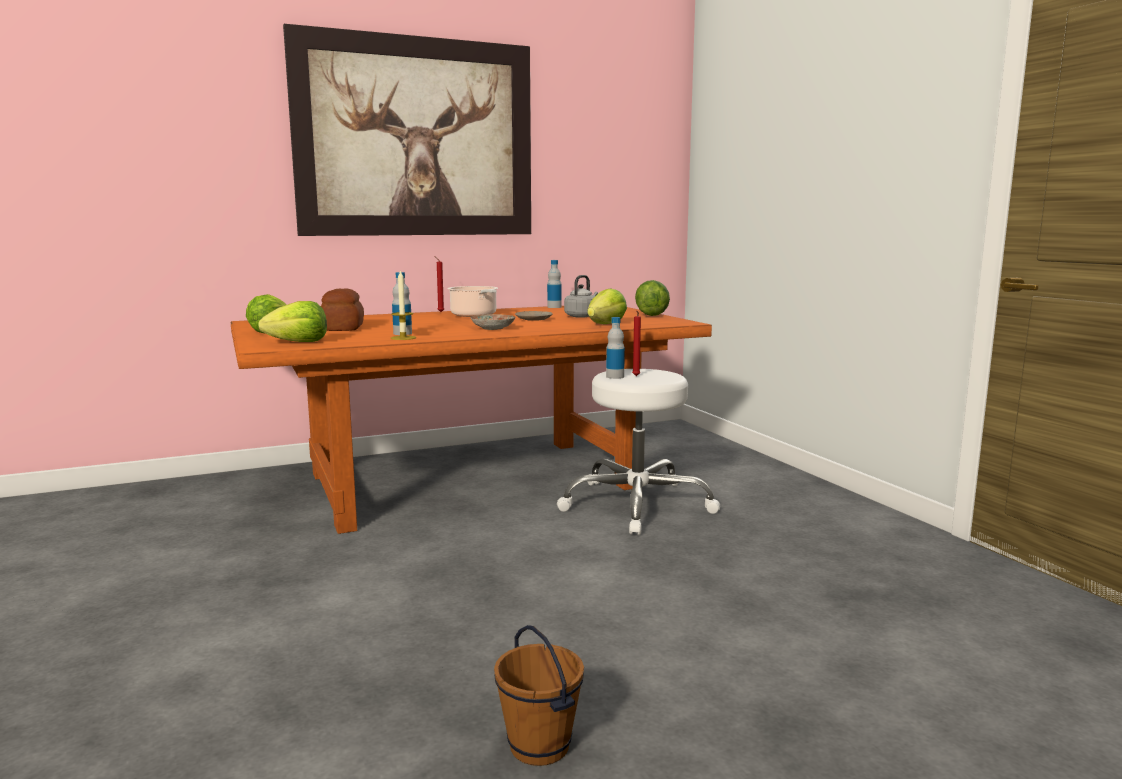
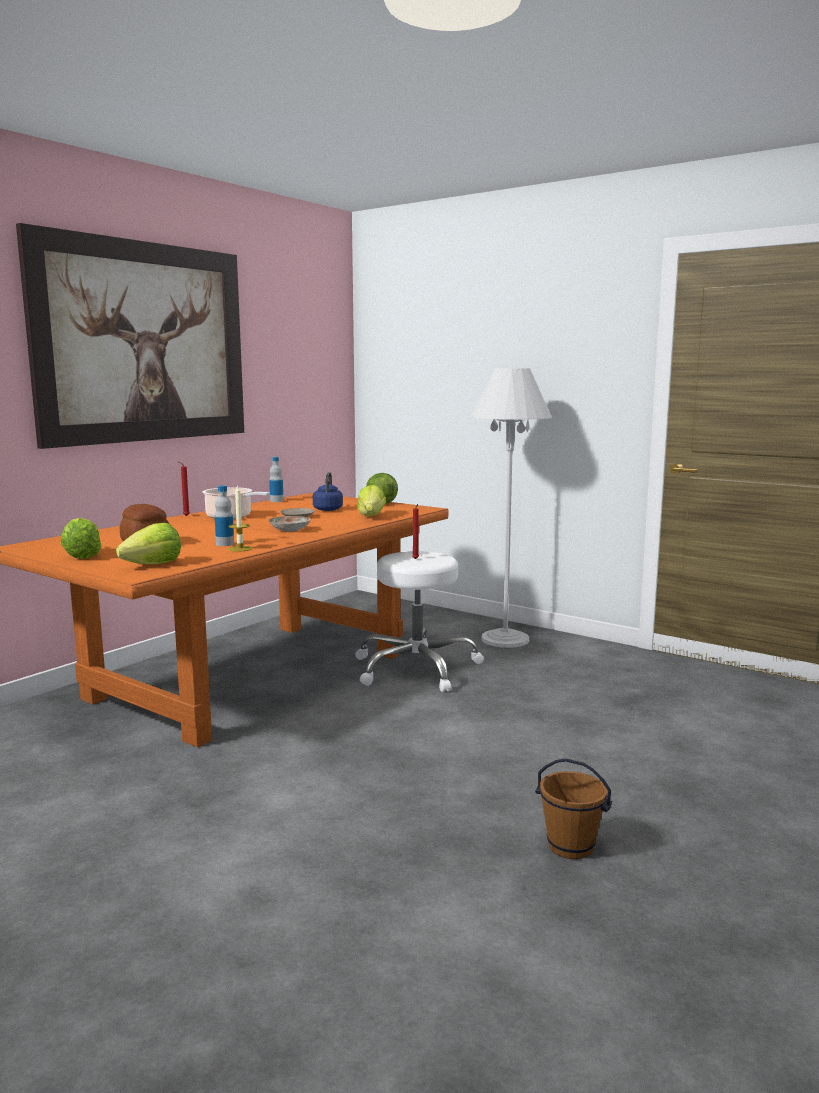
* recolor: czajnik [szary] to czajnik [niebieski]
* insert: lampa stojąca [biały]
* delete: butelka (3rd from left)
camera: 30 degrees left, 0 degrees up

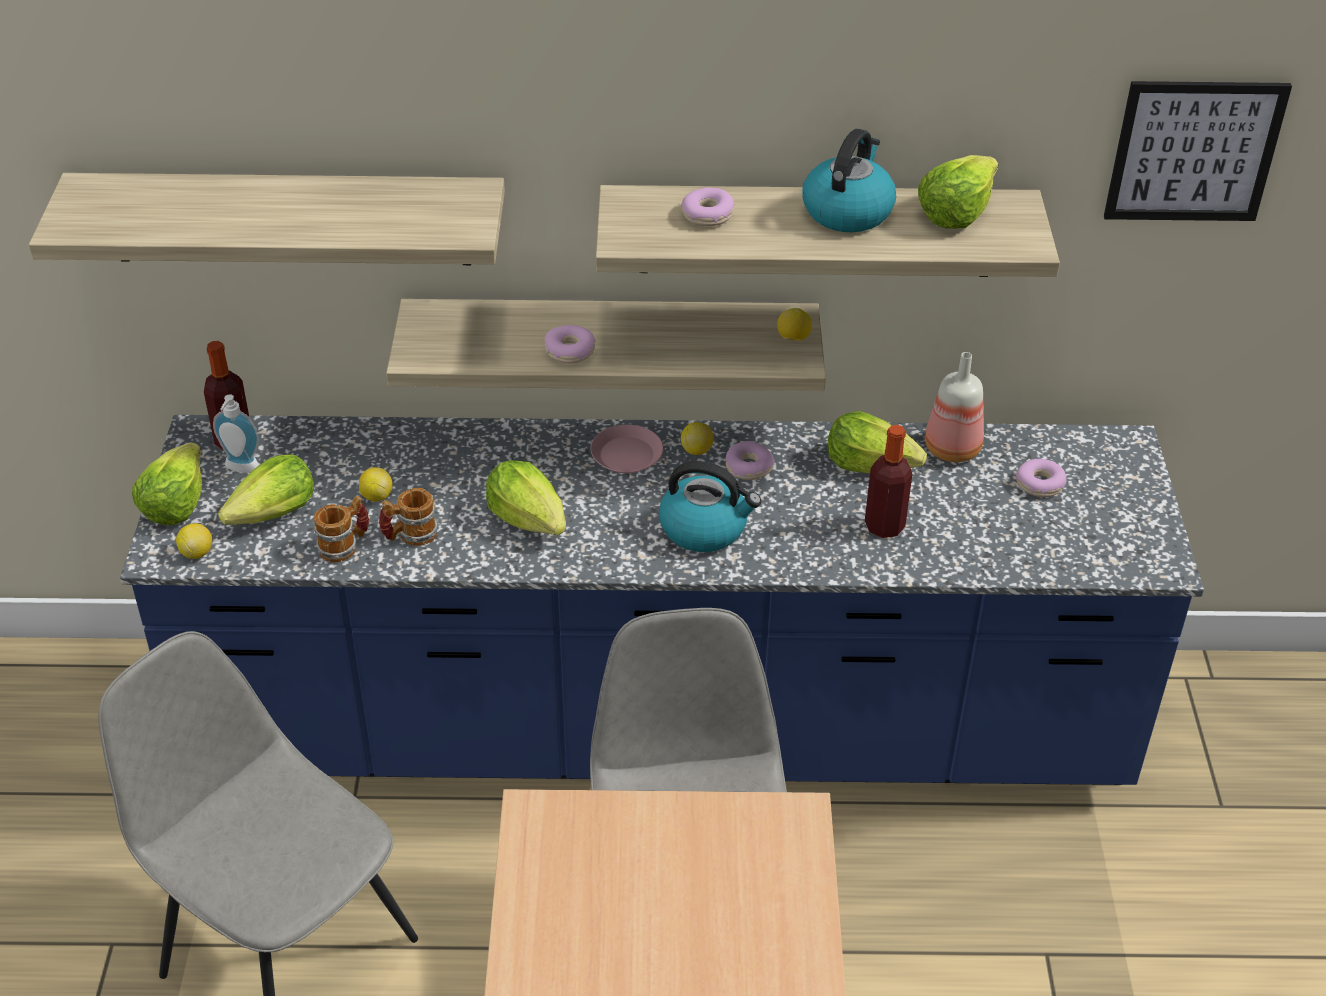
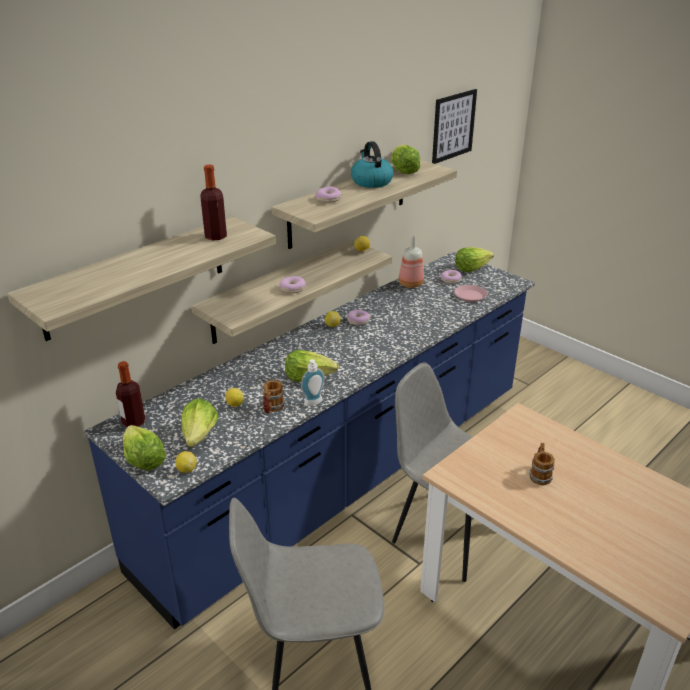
* move: butelka (2nd from left)
* move: dozownik mydła
* move: talerz [różowy]
* move: sałata (4th from left in the first image) to sałata (5th from left)
* move: kubek (1st from left in the first image) to kubek (2nd from left)
* delete: czajnik (1st from left)
camera: 45 degrees left, 10 degrees down

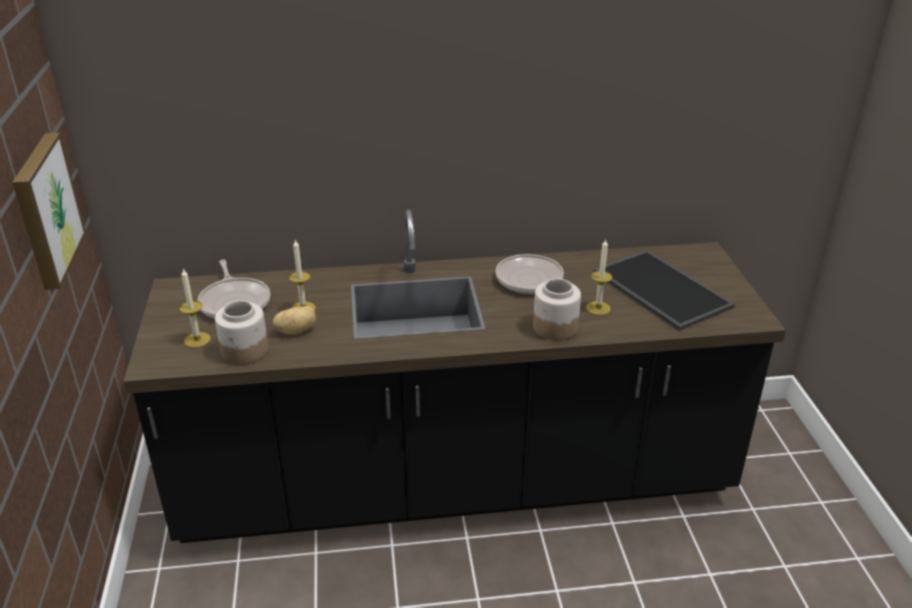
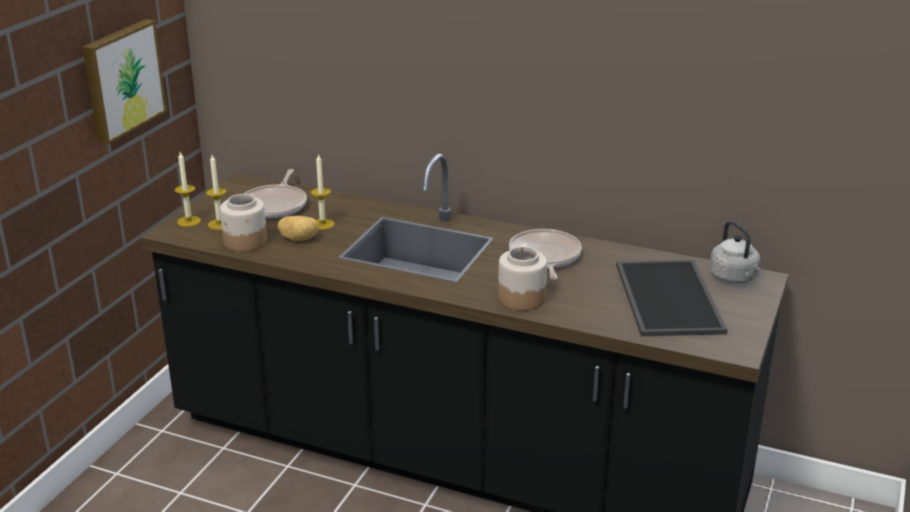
* move: świeca (3rd from left in the first image) to świeca (1st from left)
* insert: czajnik [szary]
camera: 30 degrees right, 5 degrees down

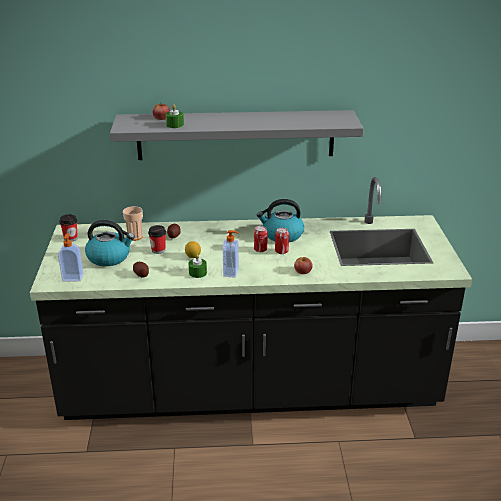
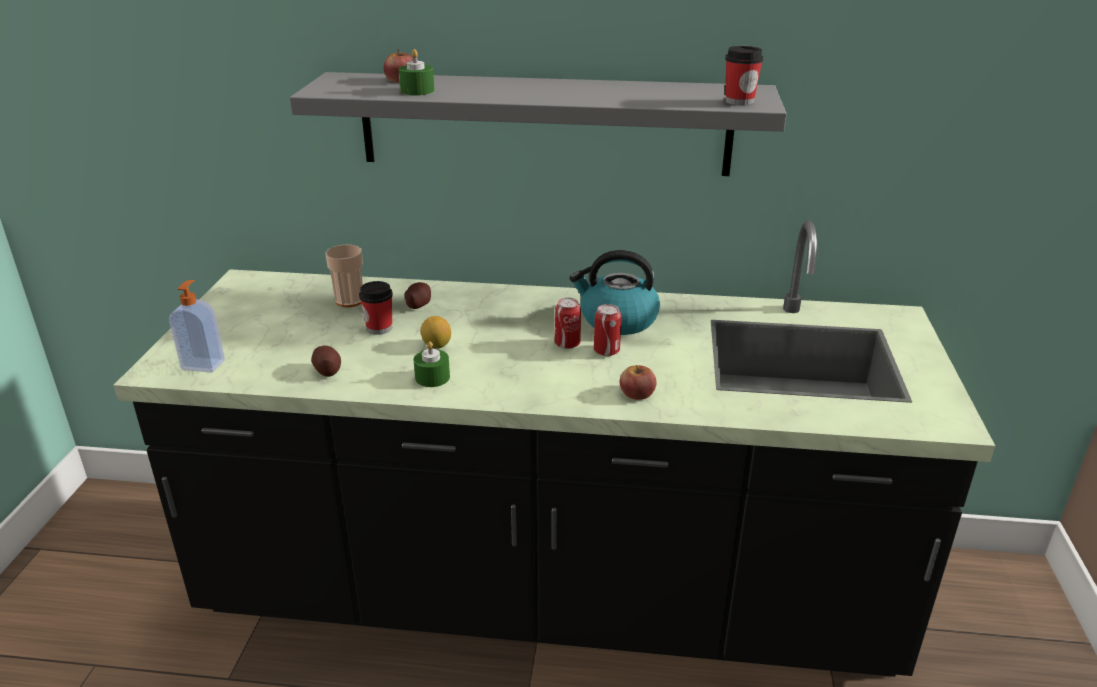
* move: filiżanka (1st from left in the first image) to filiżanka (3rd from left)
* delete: czajnik (1st from left)
* delete: dozownik mydła (2nd from left)
camera: 10 degrees right, 0 degrees up

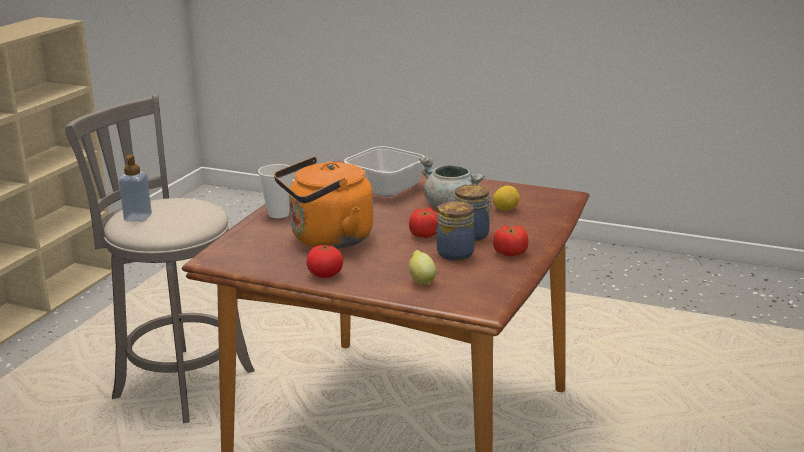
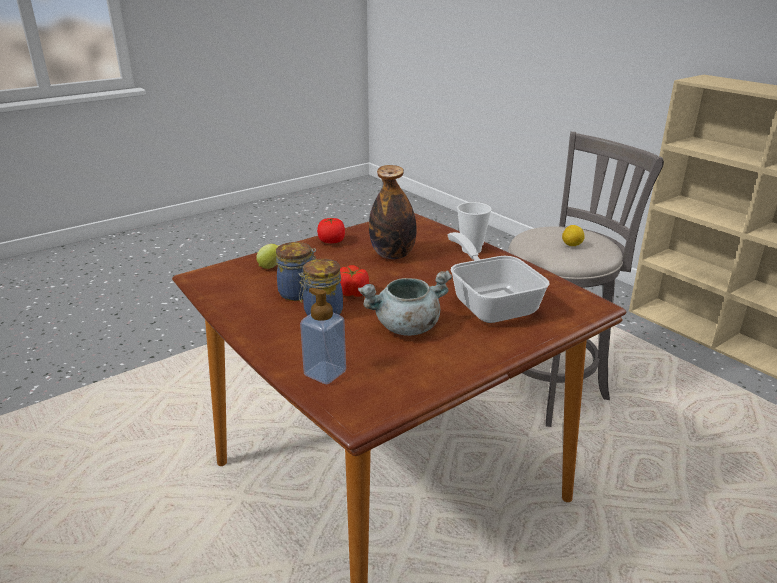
* move: dozownik mydła
* replace: czajnik [pomarańczowy] to butelka
* move: cytryna (2nd from left)
* delete: pomidor (3rd from left)
camera: 120 degrees right, 5 degrees up

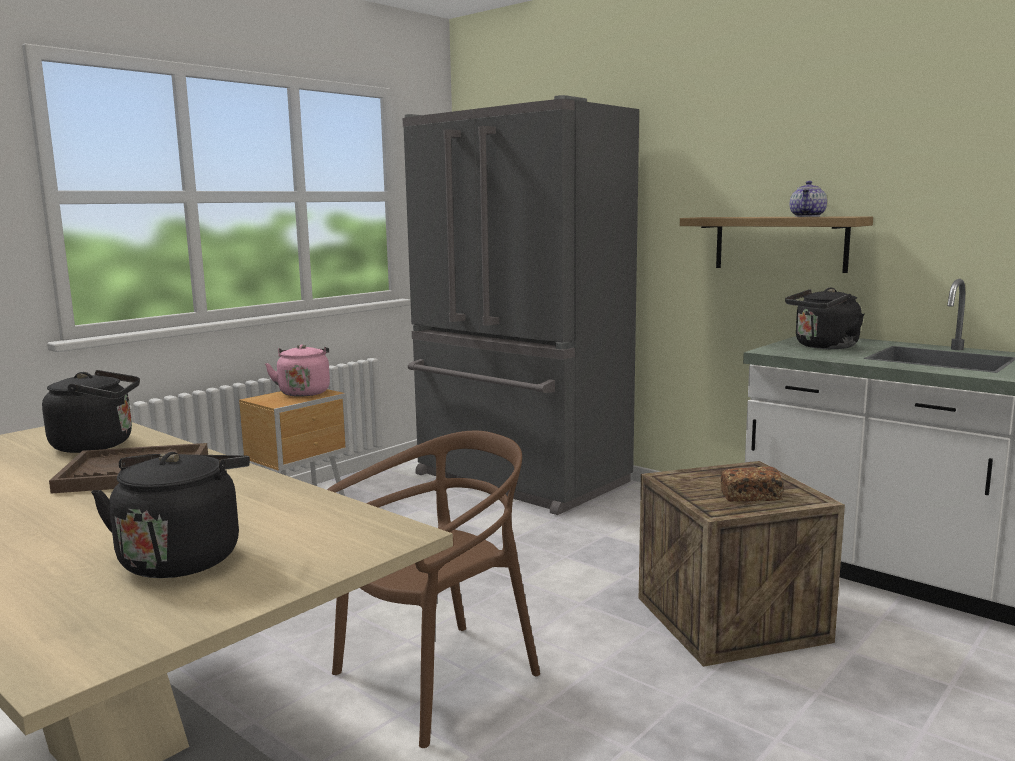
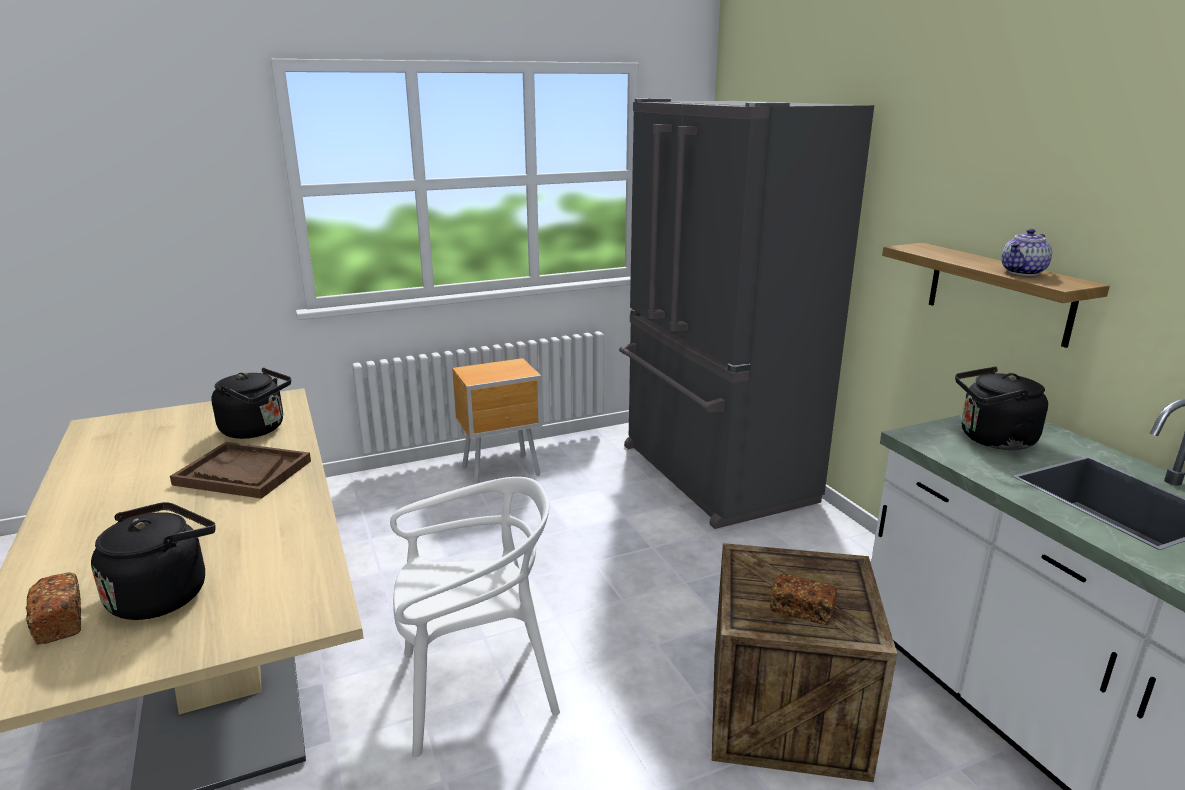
* insert: chleb (1st from left)
* recolor: krzesło [brązowy] to krzesło [biały]
* delete: czajnik [różowy]
camera: 25 degrees right, 10 degrees up

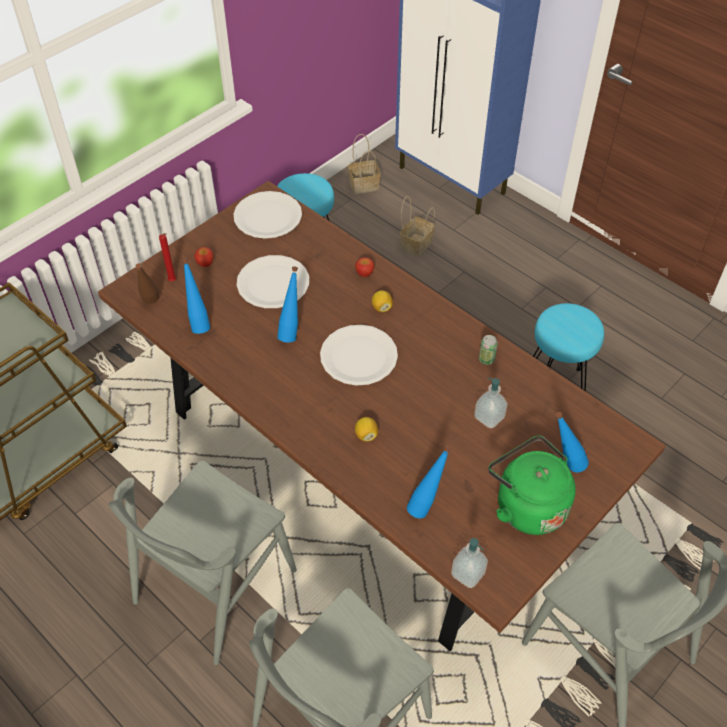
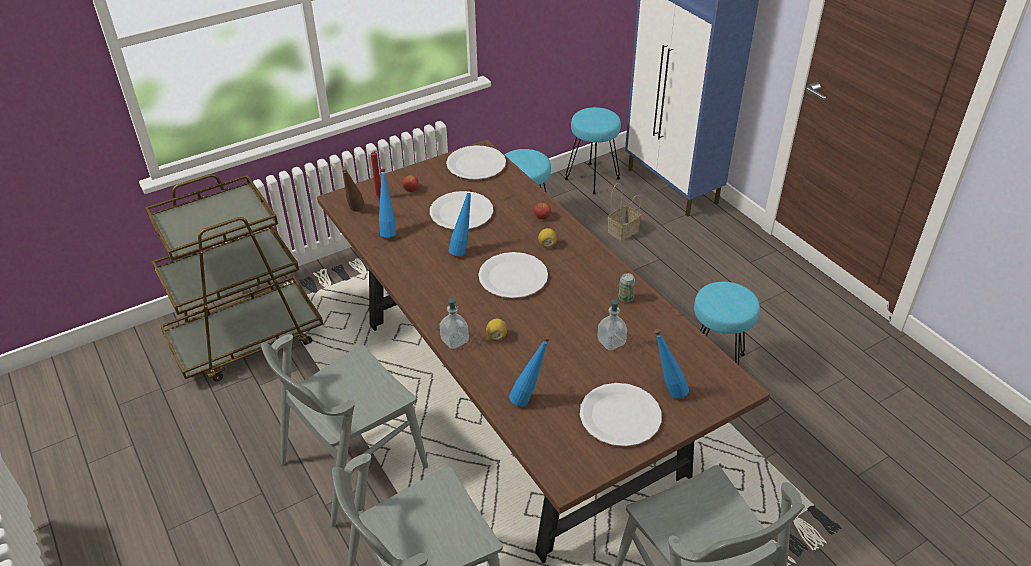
* move: dozownik mydła (1st from left)
* replace: koszyk (1st from left) to stołek [turkusowy] (2nd from left)
* replace: czajnik [zielony] to talerz [biały] (4th from left)
camera: 15 degrees right, 10 degrees down

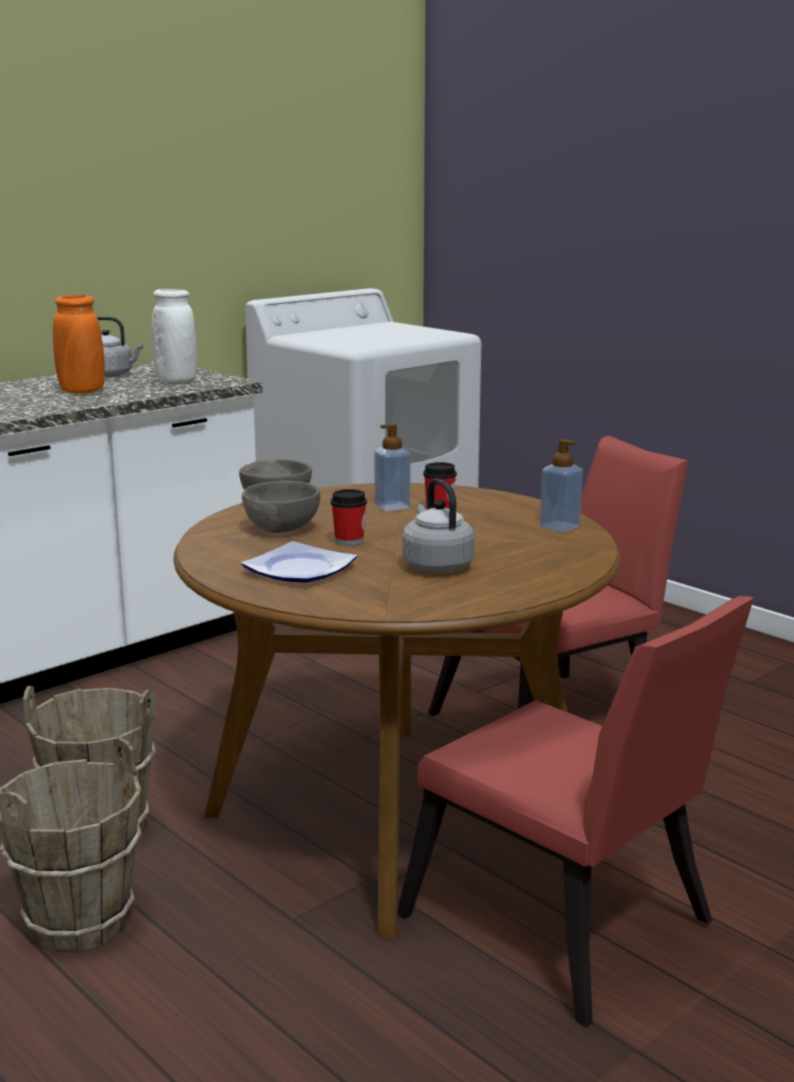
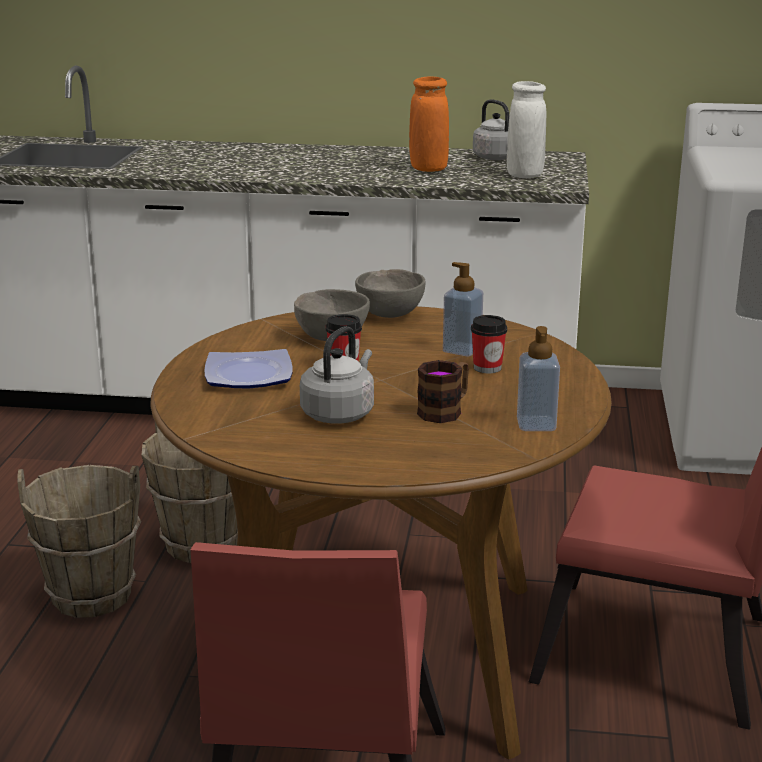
* insert: kubek
camera: 50 degrees right, 5 degrees up

